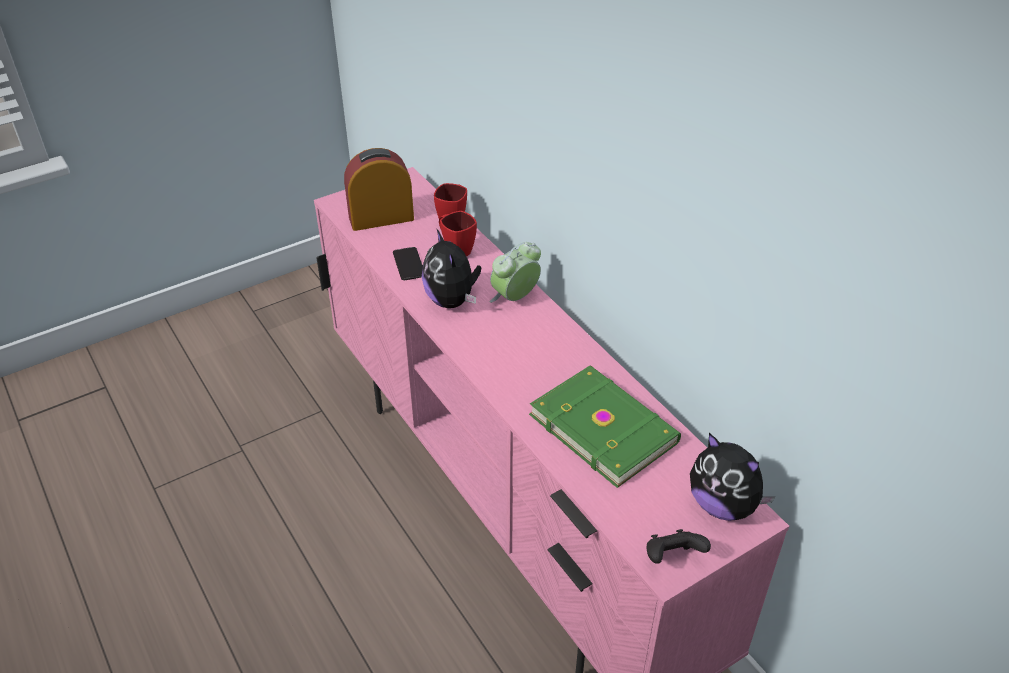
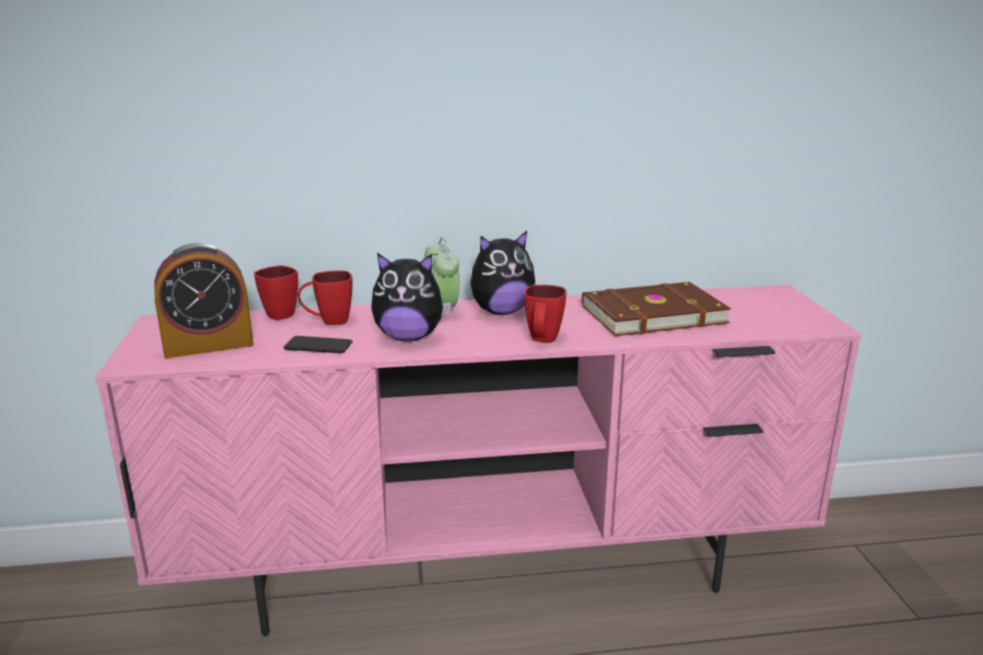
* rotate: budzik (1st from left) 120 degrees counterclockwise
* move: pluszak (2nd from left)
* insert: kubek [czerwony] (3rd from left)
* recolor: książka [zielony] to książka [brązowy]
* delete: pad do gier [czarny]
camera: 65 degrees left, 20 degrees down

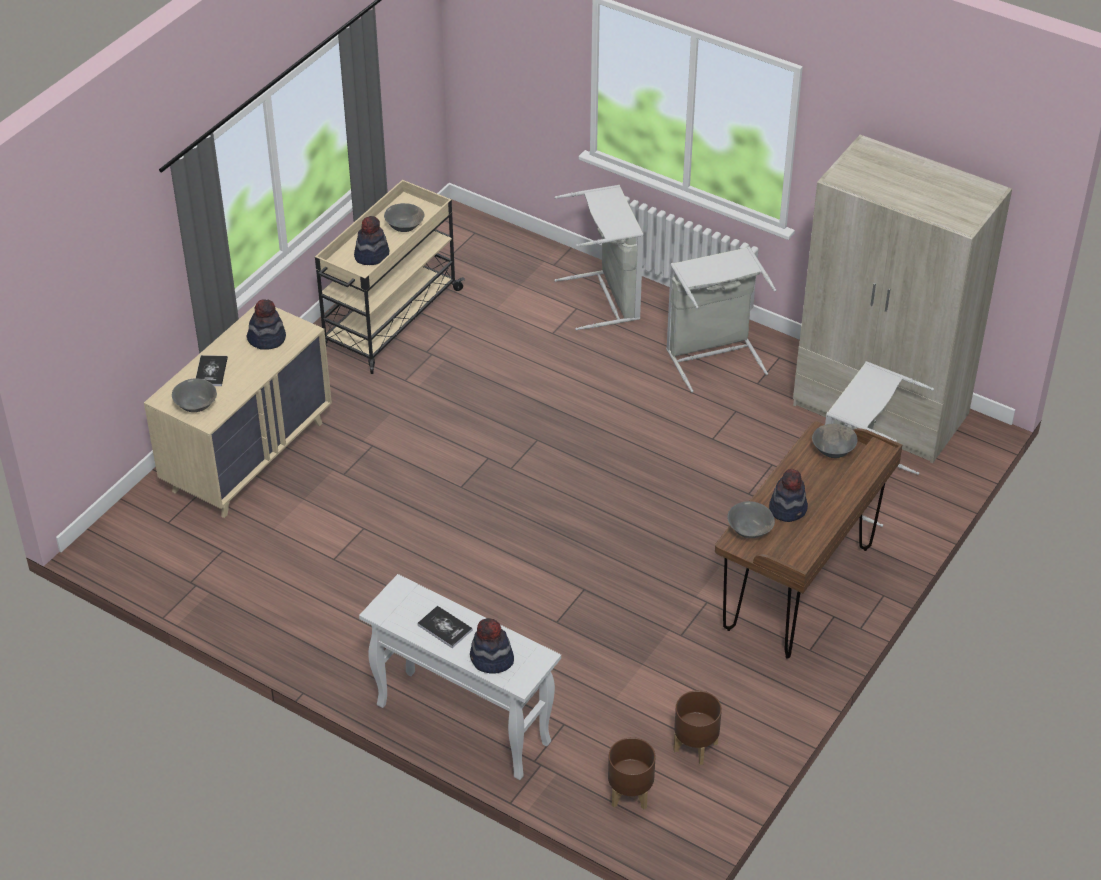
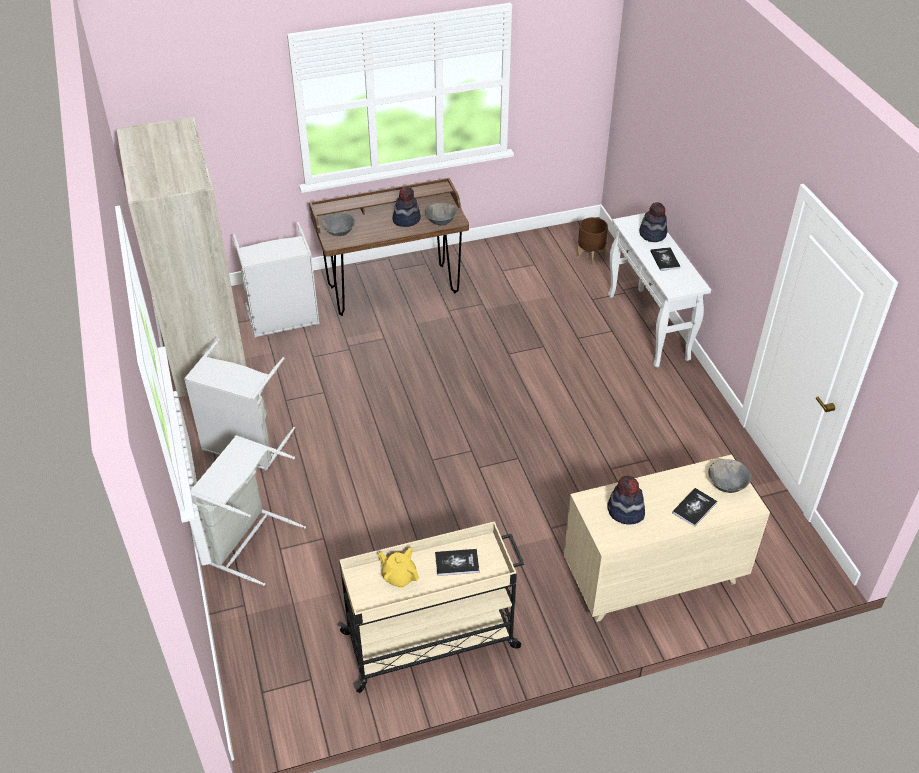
* replace: miska [szary] (2nd from left) to imbryk [żółty]
* replace: kapelusz (2nd from left) to książka (1st from left)
* delete: donica [brązowy] (2nd from left)
camera: 140 degrees left, 0 degrees up

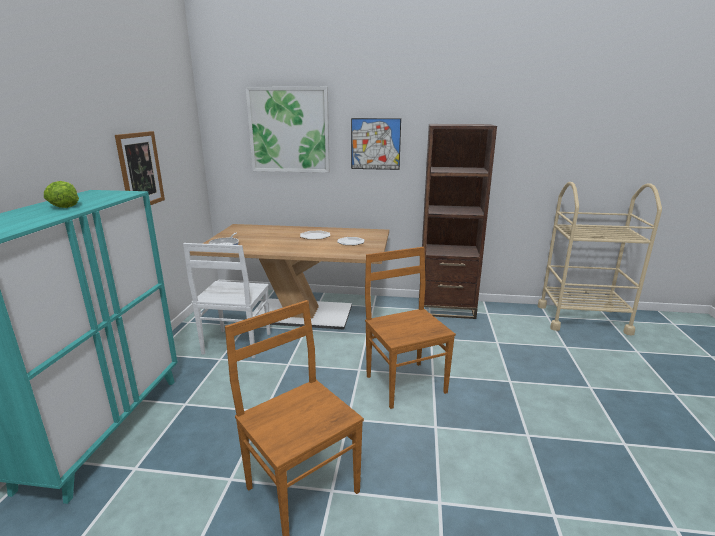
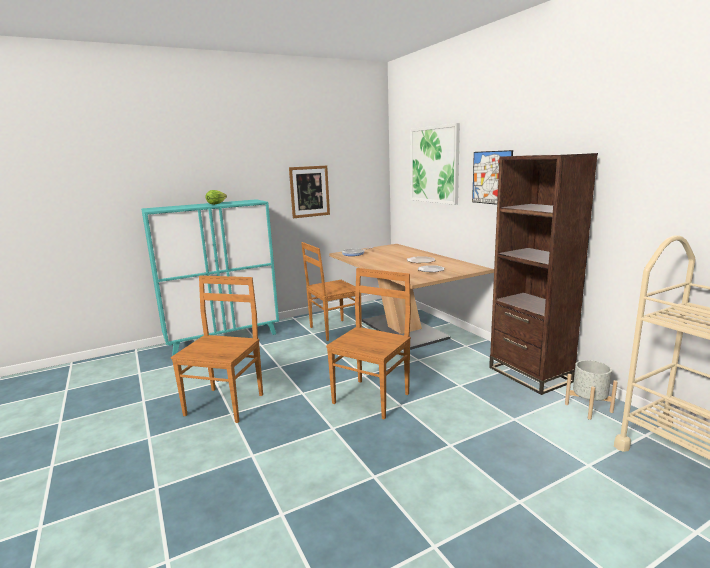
* recolor: krzesło [biały] to krzesło [brązowy] (2nd from left)
* insert: donica [szary]
camera: 55 degrees right, 5 degrees down

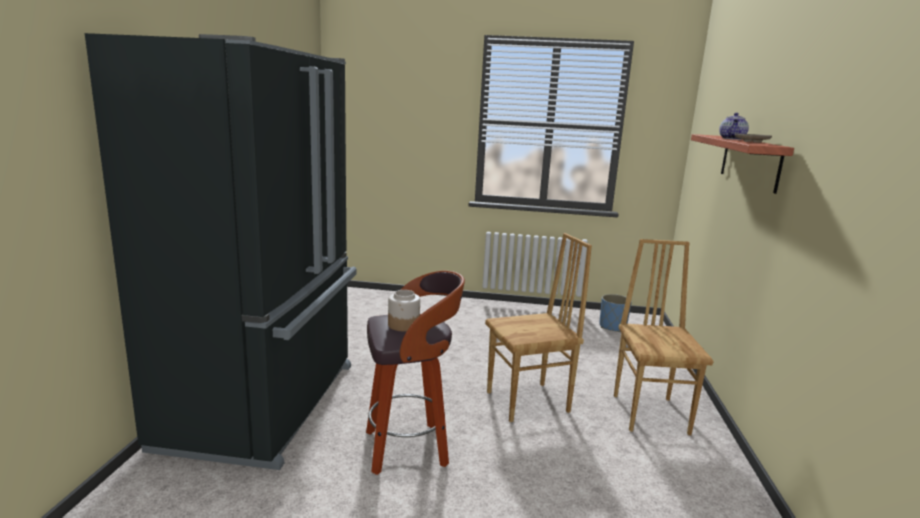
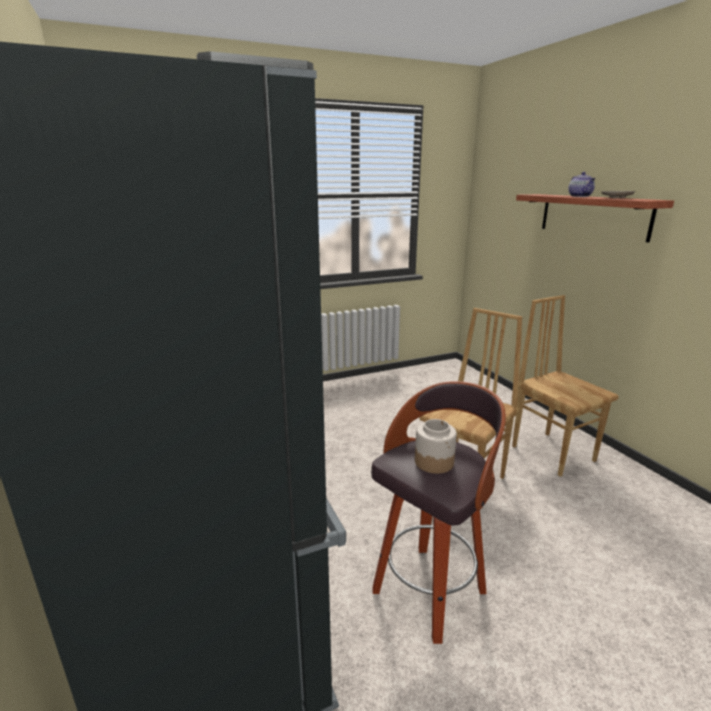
* delete: donica [niebieski]
camera: 30 degrees left, 5 degrees up

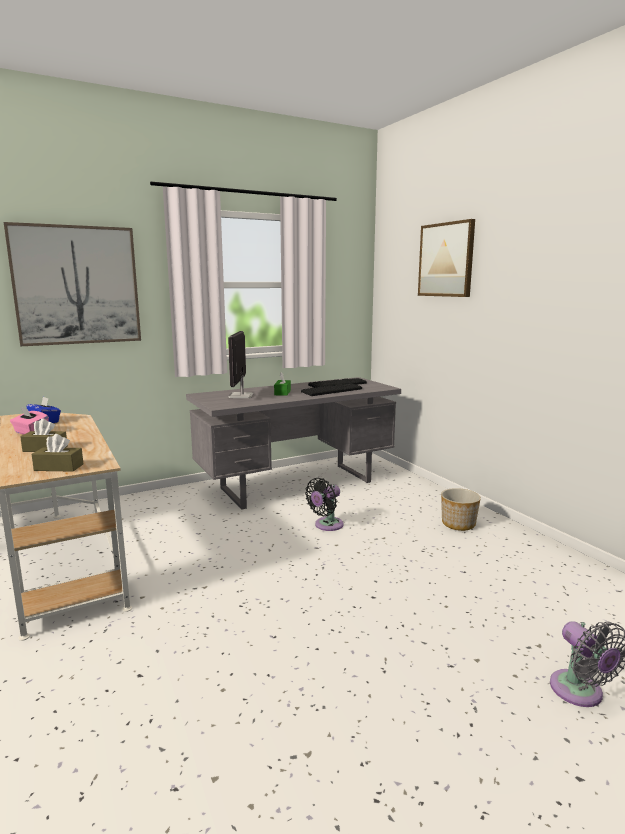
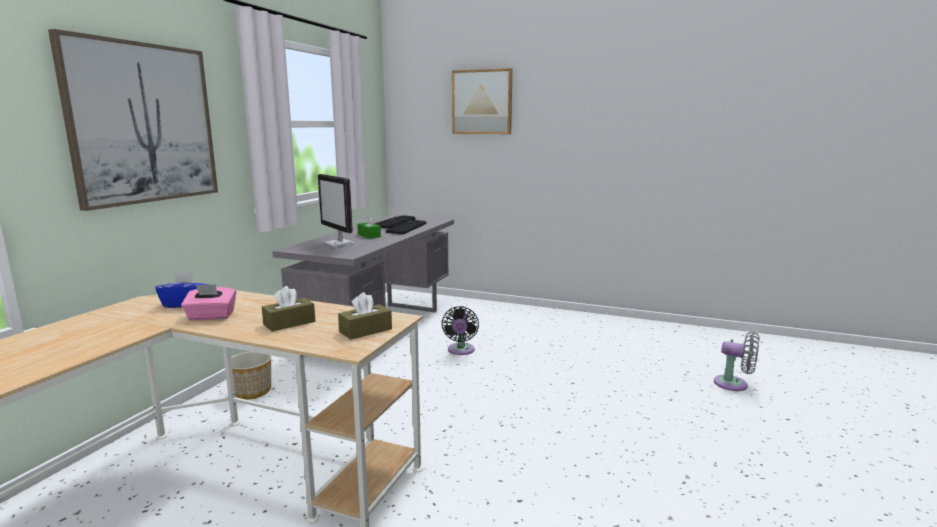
* move: donica
camera: 40 degrees left, 0 degrees up

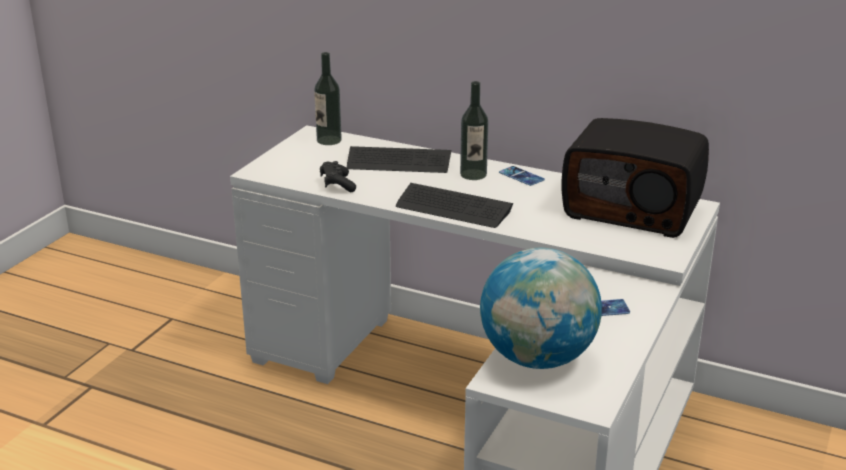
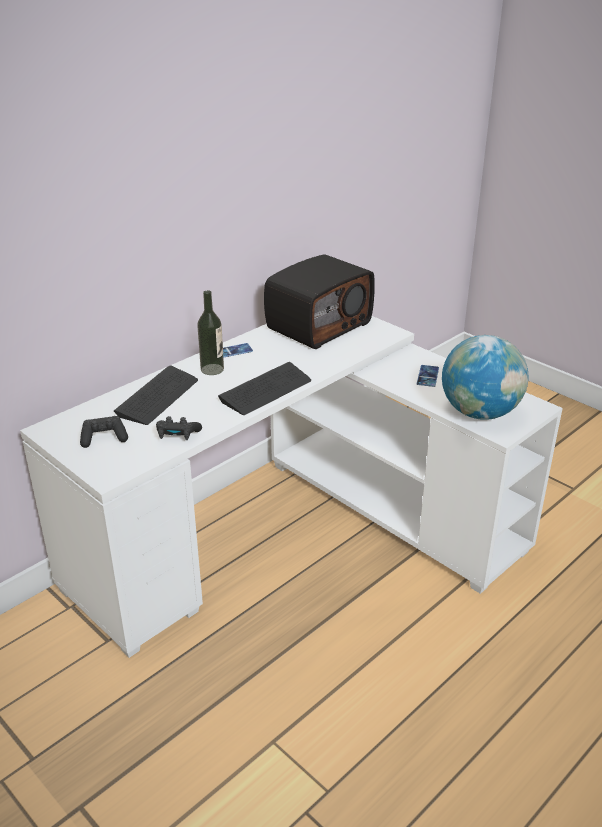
* insert: pad do gier [czarny] (1st from left)
* delete: butelka (1st from left)
camera: 70 degrees left, 5 degrees up

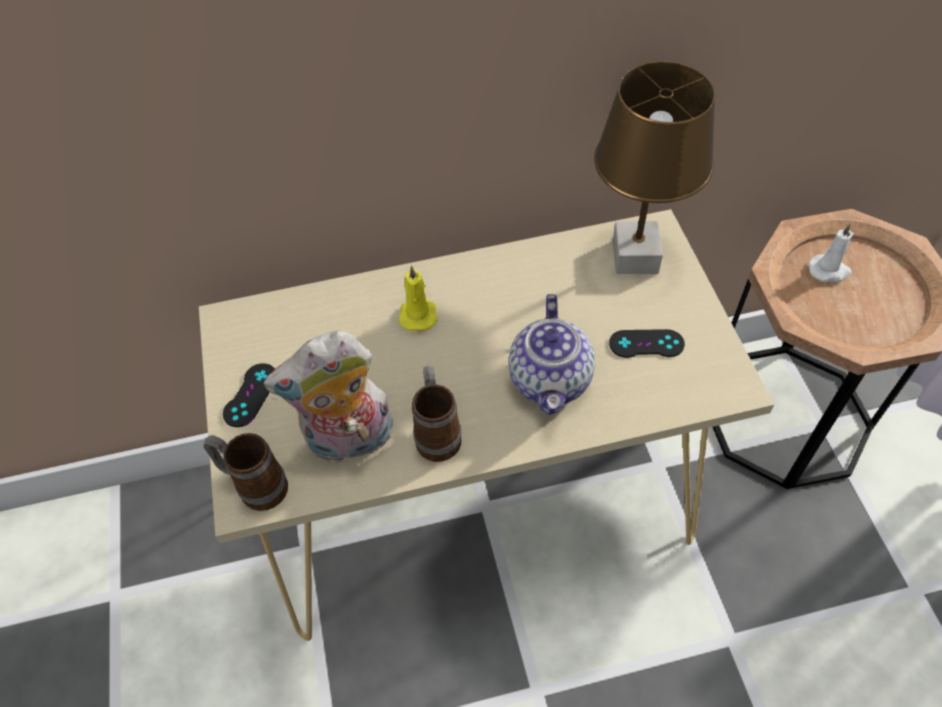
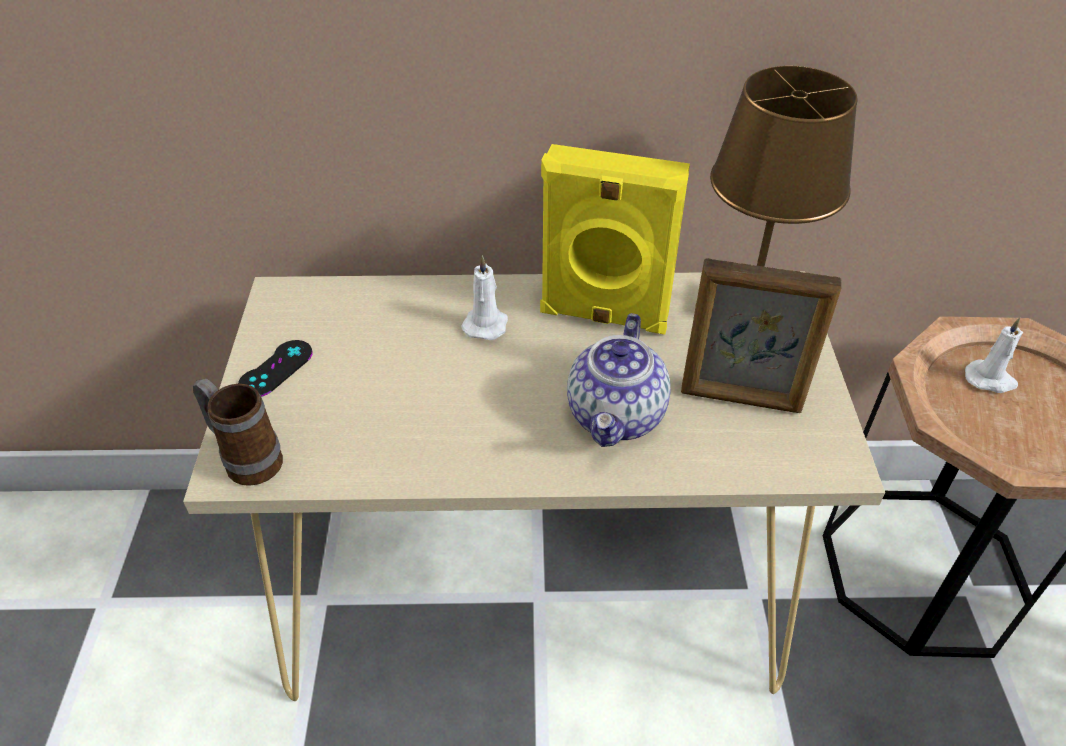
* recolor: świeca [żółty] to świeca [biały] (1st from left)
* insert: głośnik [żółty]
* replace: pad do gier [czarny] (2nd from left) to ramka na zdjęcie
* delete: pluszak
* delete: kubek (2nd from left)
camera: 10 degrees right, 10 degrees down

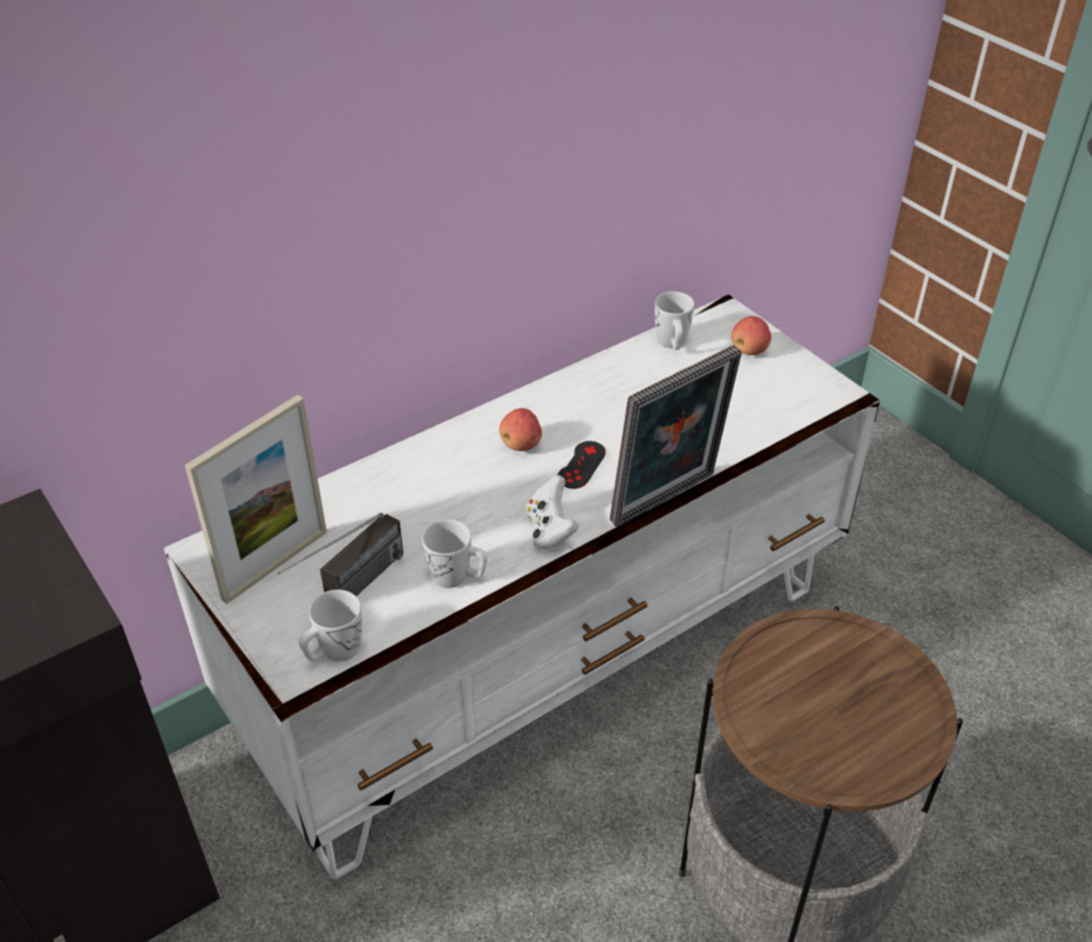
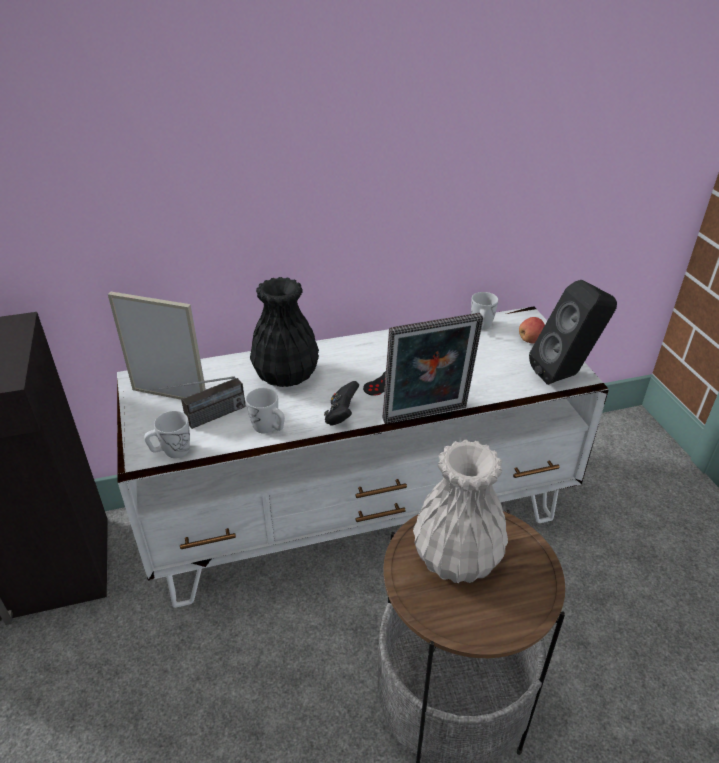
* rotate: ramka na zdjęcie (1st from left) 135 degrees counterclockwise
* insert: wazon [czarny]
* recolor: pad do gier [biały] to pad do gier [czarny] (1st from left)
* insert: wazon [biały]
* insert: głośnik [czarny]
* delete: jabłko (1st from left)
camera: 20 degrees right, 5 degrees down

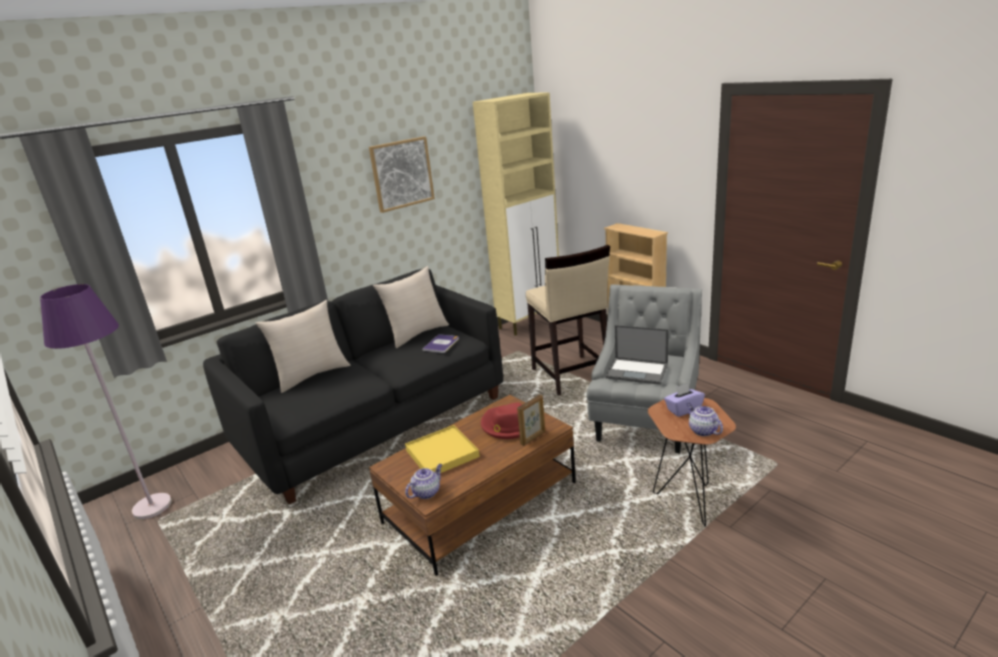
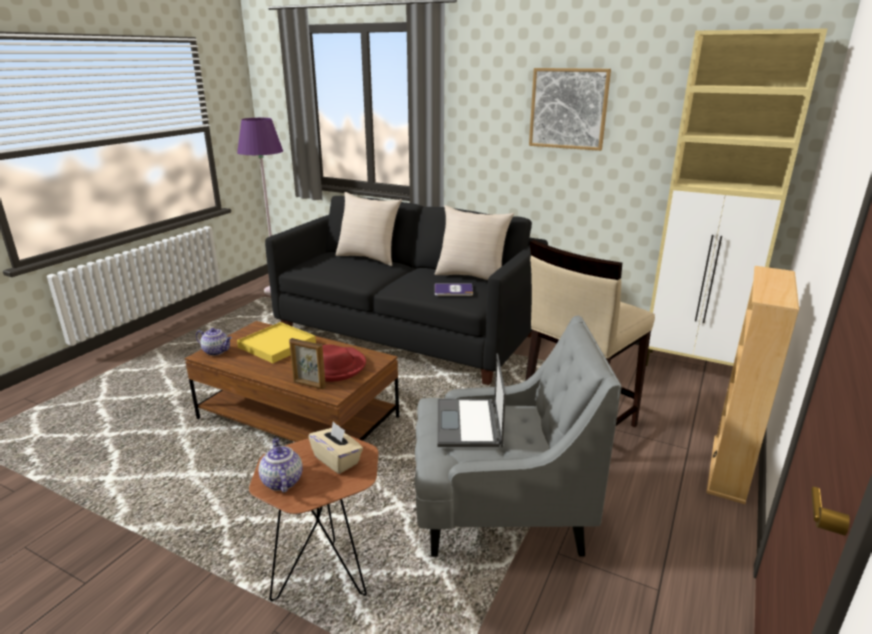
* rotate: imbryk (2nd from left) 60 degrees counterclockwise
* recolor: pudełko chusteczek [fioletowy] to pudełko chusteczek [beżowy]
camera: 65 degrees right, 0 degrees up

